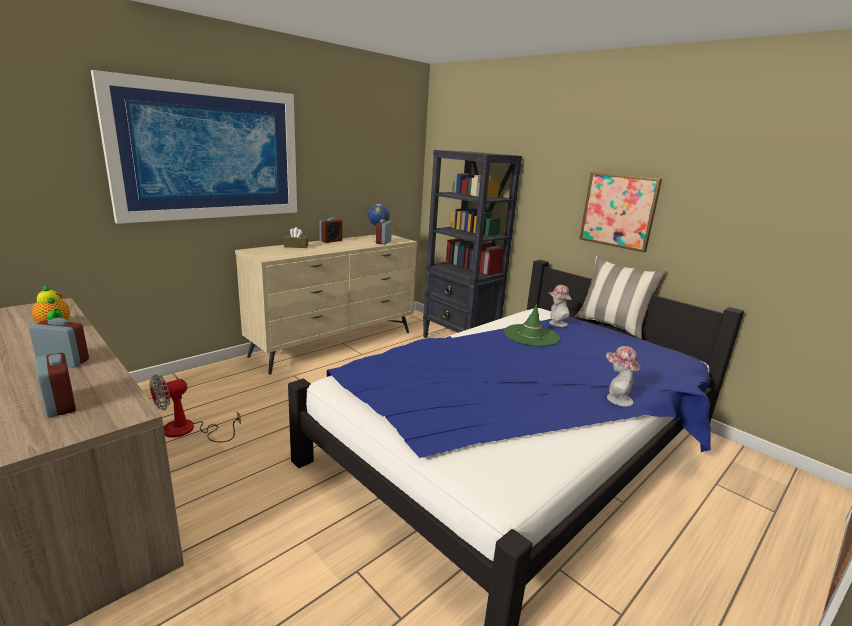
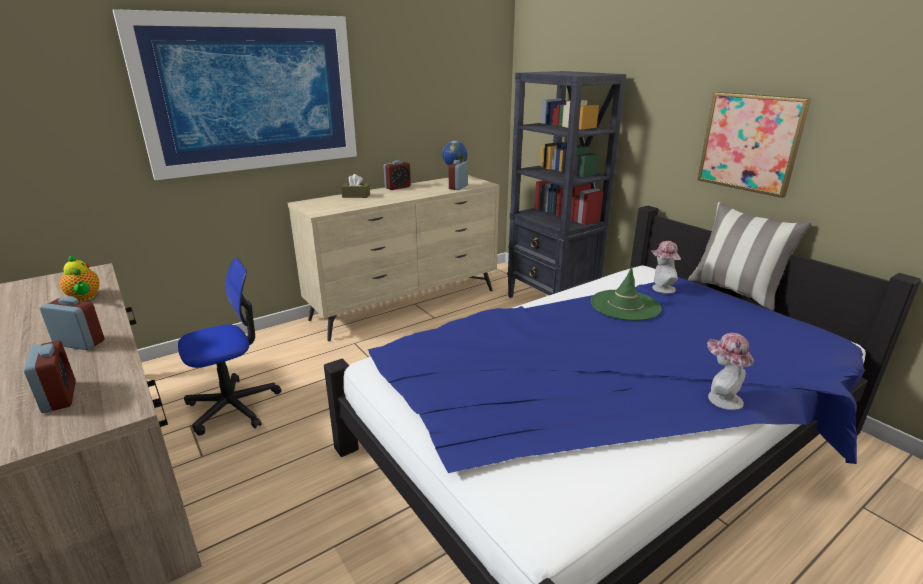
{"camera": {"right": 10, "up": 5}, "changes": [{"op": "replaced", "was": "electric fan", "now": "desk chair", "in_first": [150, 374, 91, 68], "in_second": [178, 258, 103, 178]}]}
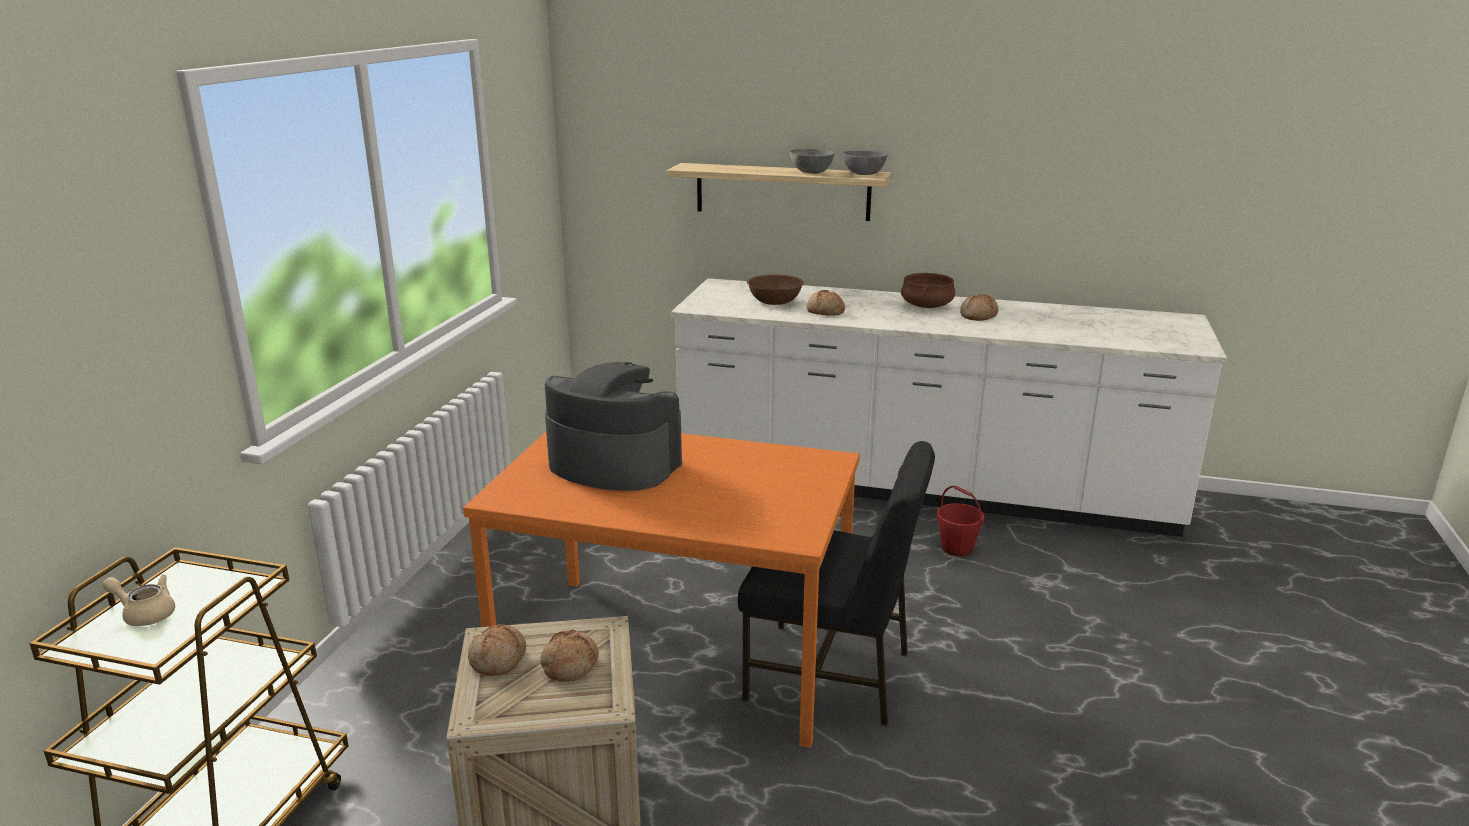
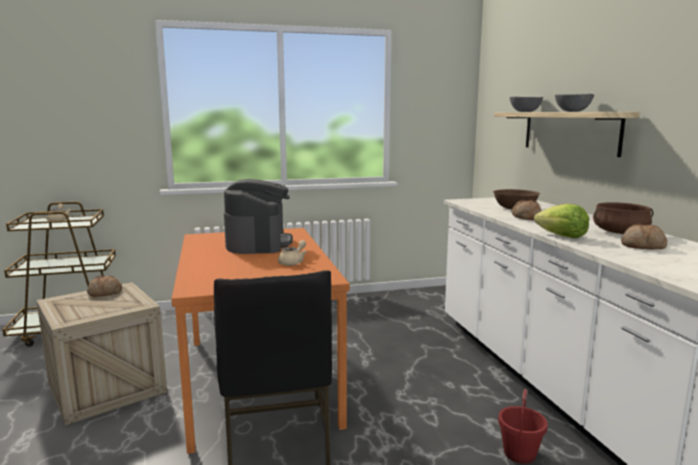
{"camera": {"right": 60, "up": -10}, "changes": [{"op": "removed", "was": "baked bread", "in_first": [541, 630, 58, 52]}, {"op": "added", "now": "beige teapot", "in_second": [278, 240, 29, 26]}, {"op": "added", "now": "lettuce", "in_second": [534, 204, 55, 34]}, {"op": "moved", "was": "grey bowl", "in_first": [843, 151, 44, 24], "in_second": [510, 97, 33, 15]}]}
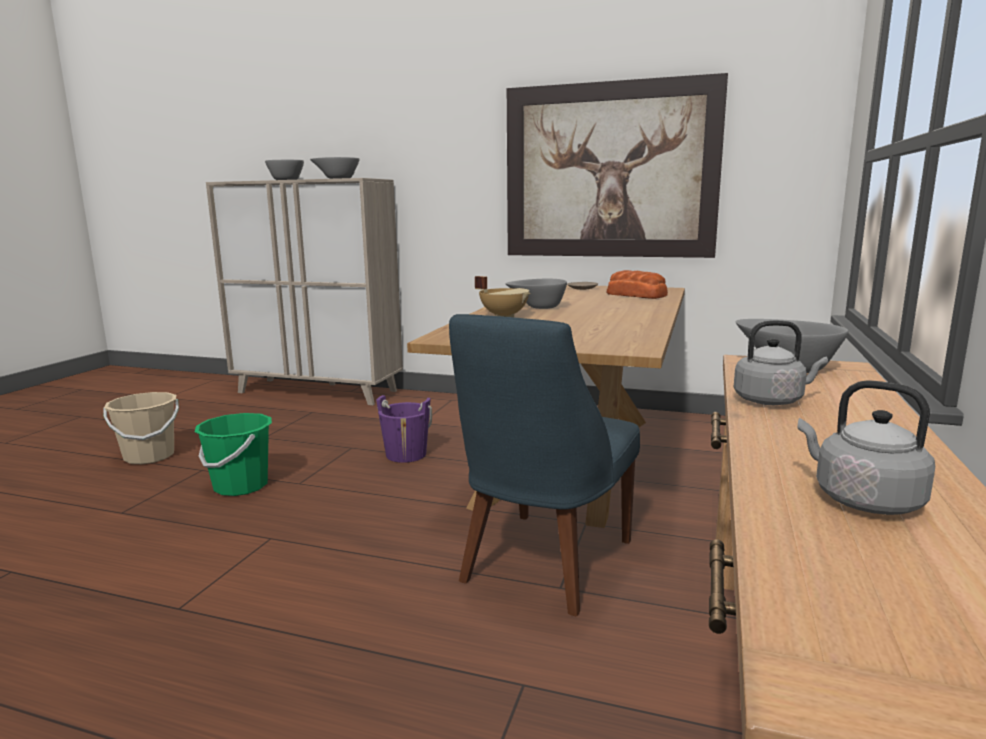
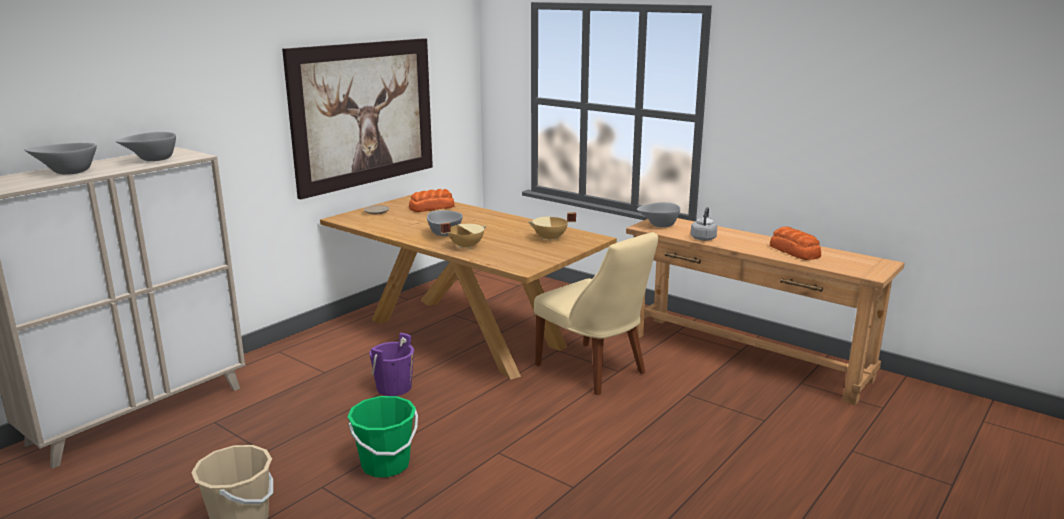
{"camera": {"right": -70, "up": 5}, "changes": [{"op": "added", "now": "beige saucepot", "in_second": [528, 212, 48, 29]}, {"op": "replaced", "was": "grey kettle", "now": "baked bread", "in_first": [798, 380, 137, 135], "in_second": [770, 226, 51, 34]}, {"op": "recoloured", "was": "blue-coloured upright chair", "now": "beige upright chair", "in_first": [449, 314, 191, 302], "in_second": [534, 232, 124, 163]}]}
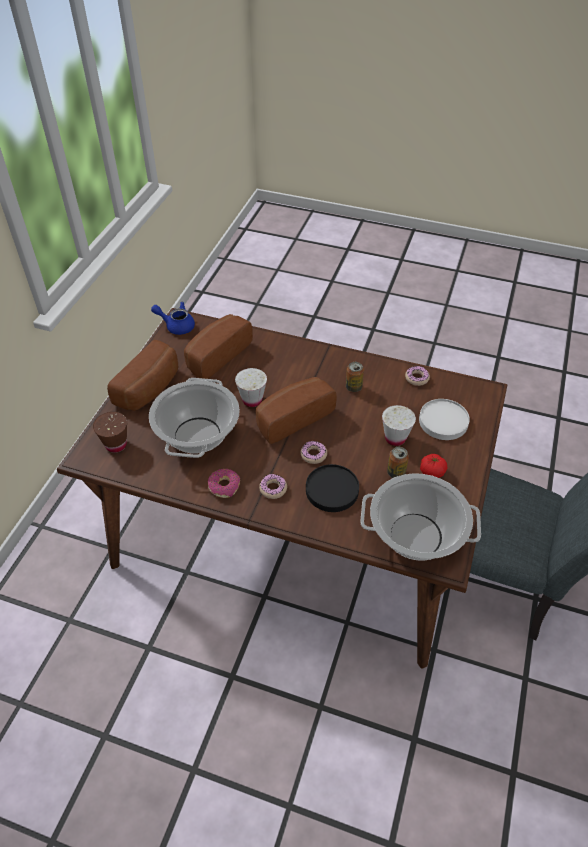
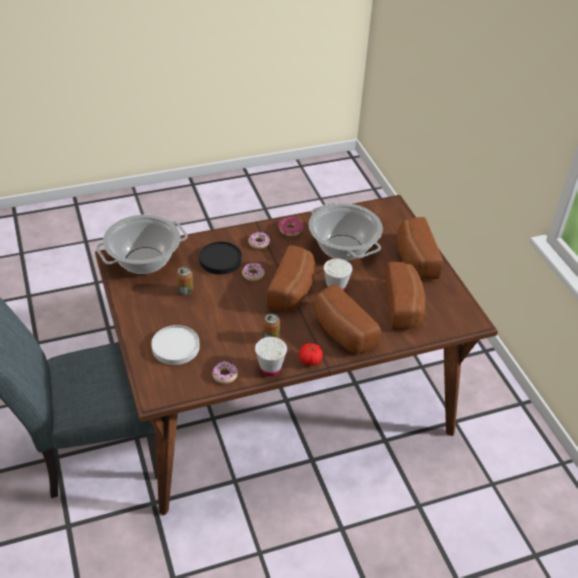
{"camera": {"right": 140, "up": -5}, "changes": [{"op": "removed", "was": "brown-coloured small cup", "in_first": [93, 412, 34, 41]}, {"op": "removed", "was": "blue-coloured teapot", "in_first": [151, 302, 44, 33]}, {"op": "added", "now": "baked bread", "in_second": [314, 284, 67, 70]}, {"op": "moved", "was": "whitish small cup", "in_first": [382, 405, 34, 41], "in_second": [255, 337, 32, 39]}, {"op": "moved", "was": "tomato", "in_first": [420, 454, 27, 24], "in_second": [299, 343, 24, 23]}]}
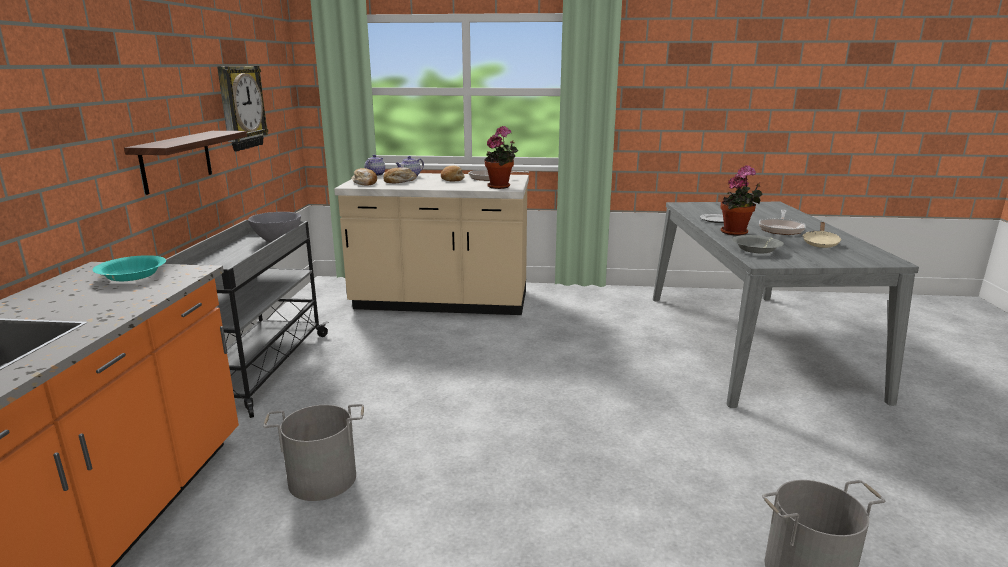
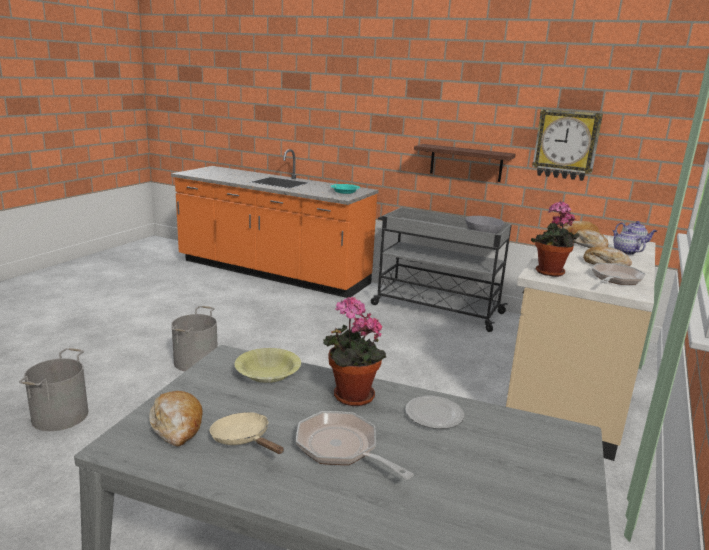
{"camera": {"right": 110, "up": 0}, "changes": [{"op": "added", "now": "baked bread", "in_second": [149, 391, 54, 56]}, {"op": "moved", "was": "grey pail", "in_first": [263, 404, 101, 97], "in_second": [172, 306, 46, 65]}, {"op": "recoloured", "was": "grey bowl", "now": "yellowish bowl", "in_first": [732, 235, 52, 18], "in_second": [235, 348, 66, 35]}]}
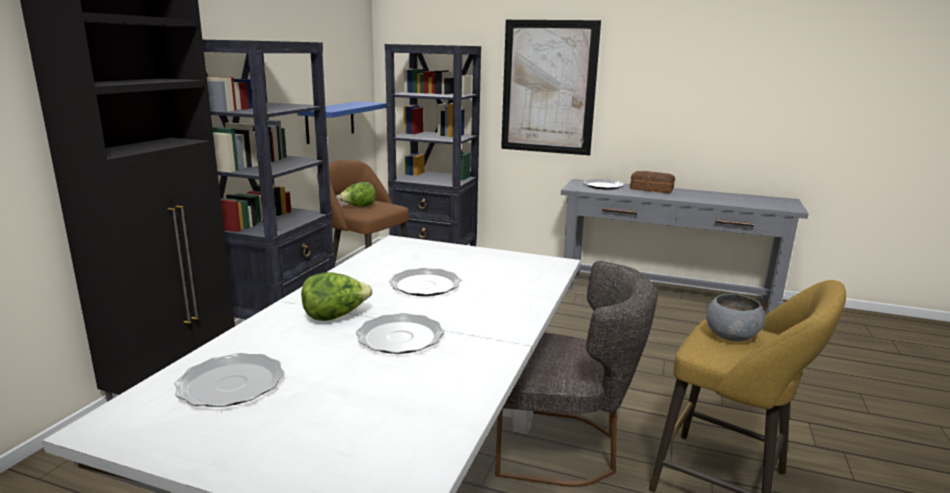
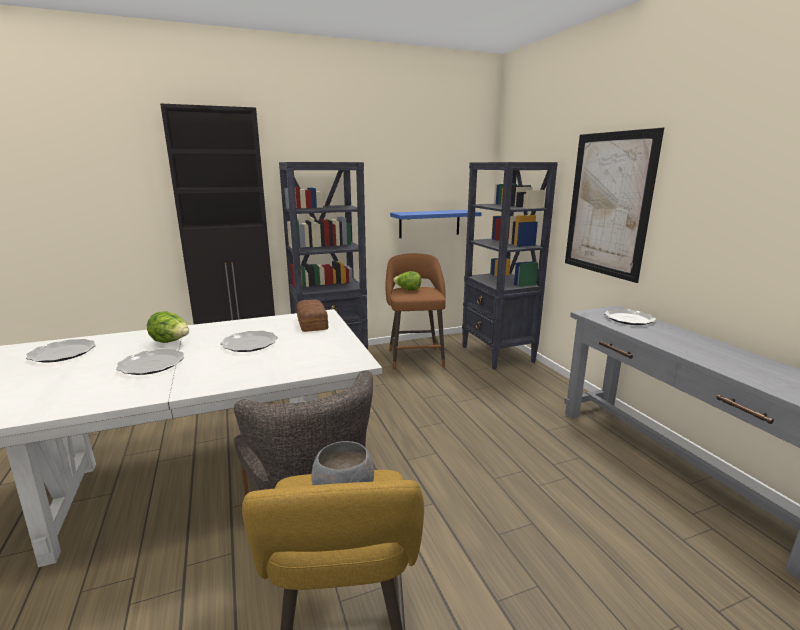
{"camera": {"right": 50, "up": 0}, "changes": [{"op": "moved", "was": "baked bread", "in_first": [630, 171, 45, 22], "in_second": [296, 299, 32, 33]}]}
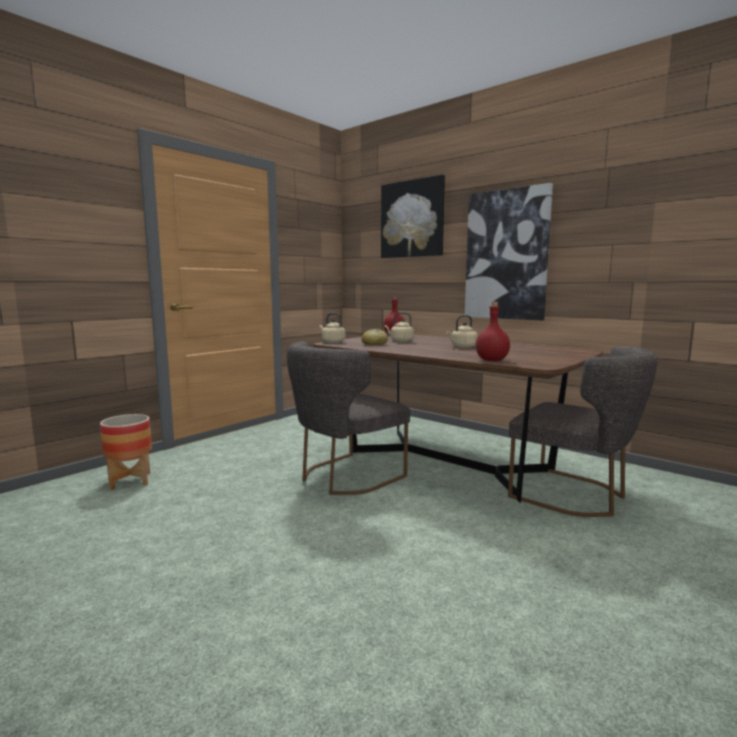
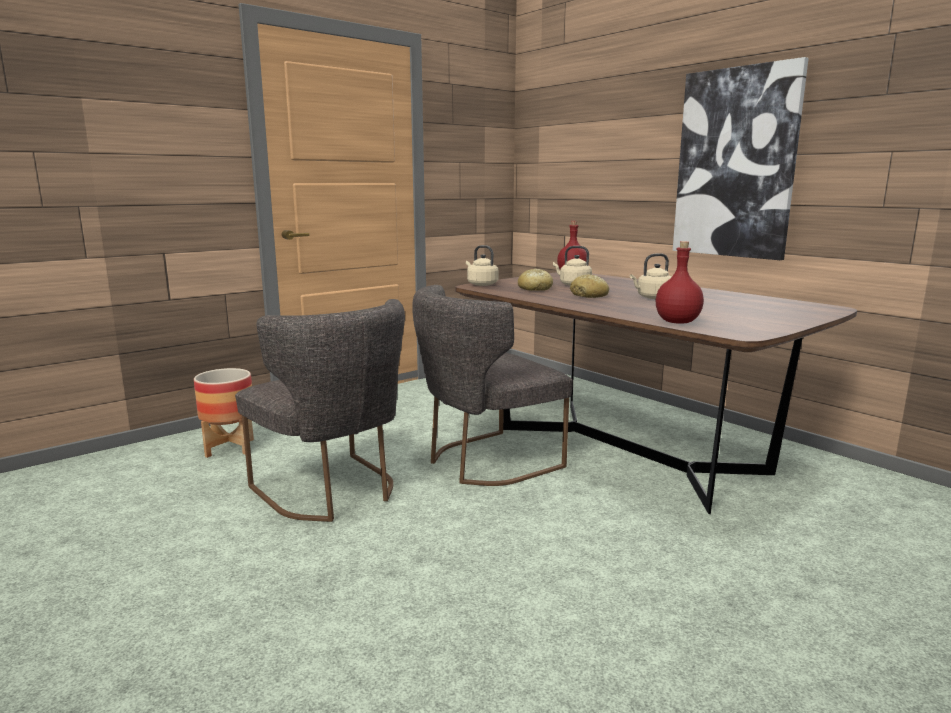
{"camera": {"right": 10, "up": 5}, "changes": [{"op": "removed", "was": "wall art", "in_first": [381, 174, 64, 84]}, {"op": "added", "now": "baked bread", "in_second": [570, 274, 39, 24]}, {"op": "moved", "was": "grey upright chair", "in_first": [508, 346, 150, 171], "in_second": [235, 299, 170, 223]}]}
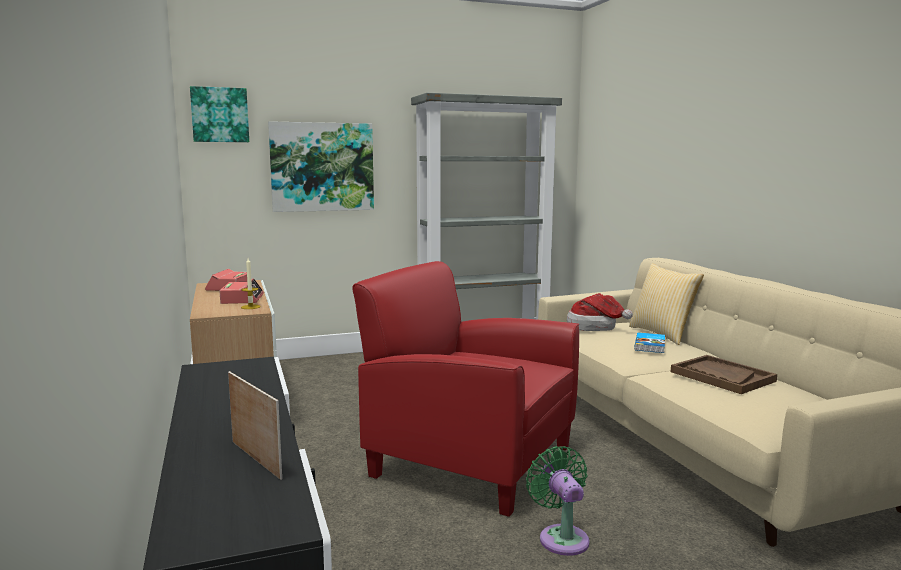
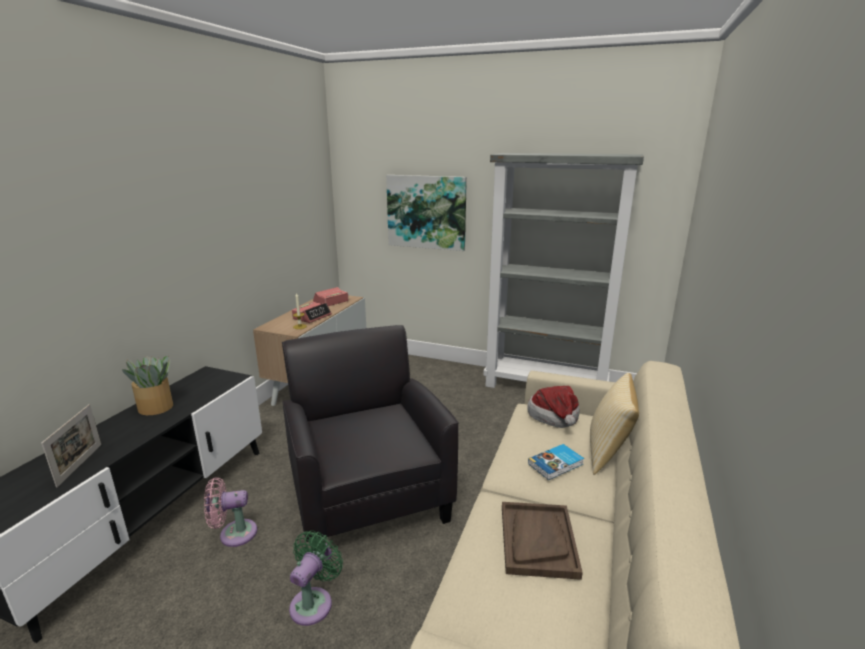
{"camera": {"right": 40, "up": 10}, "changes": [{"op": "removed", "was": "wall art", "in_first": [190, 86, 59, 56]}, {"op": "added", "now": "potted plant", "in_second": [122, 356, 51, 59]}, {"op": "added", "now": "pink electric fan", "in_second": [204, 477, 53, 70]}, {"op": "recoloured", "was": "reddish armchair", "now": "black armchair", "in_first": [352, 261, 227, 256], "in_second": [282, 325, 177, 226]}]}
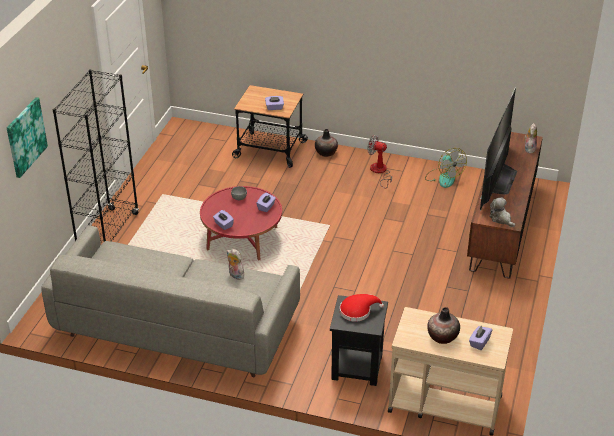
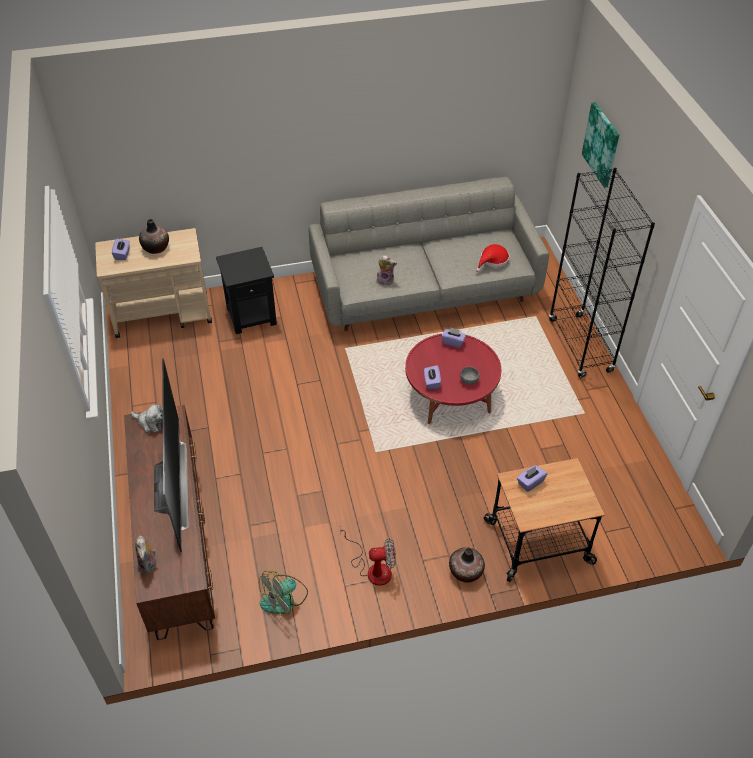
{"camera": {"right": 150, "up": 10}, "changes": [{"op": "moved", "was": "reddish clothing hat", "in_first": [340, 294, 44, 28], "in_second": [476, 244, 33, 28]}, {"op": "turned", "was": "electric fan", "in_first": [425, 148, 42, 40], "in_second": [259, 571, 49, 45], "clockwise": -75}]}
